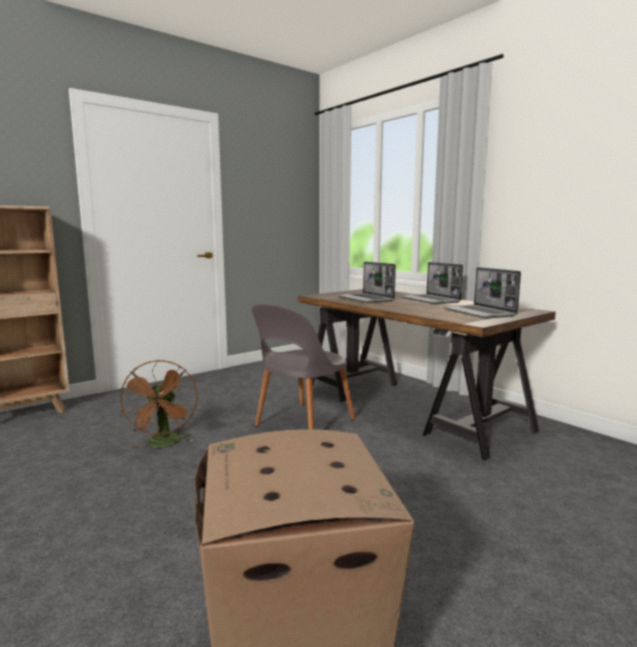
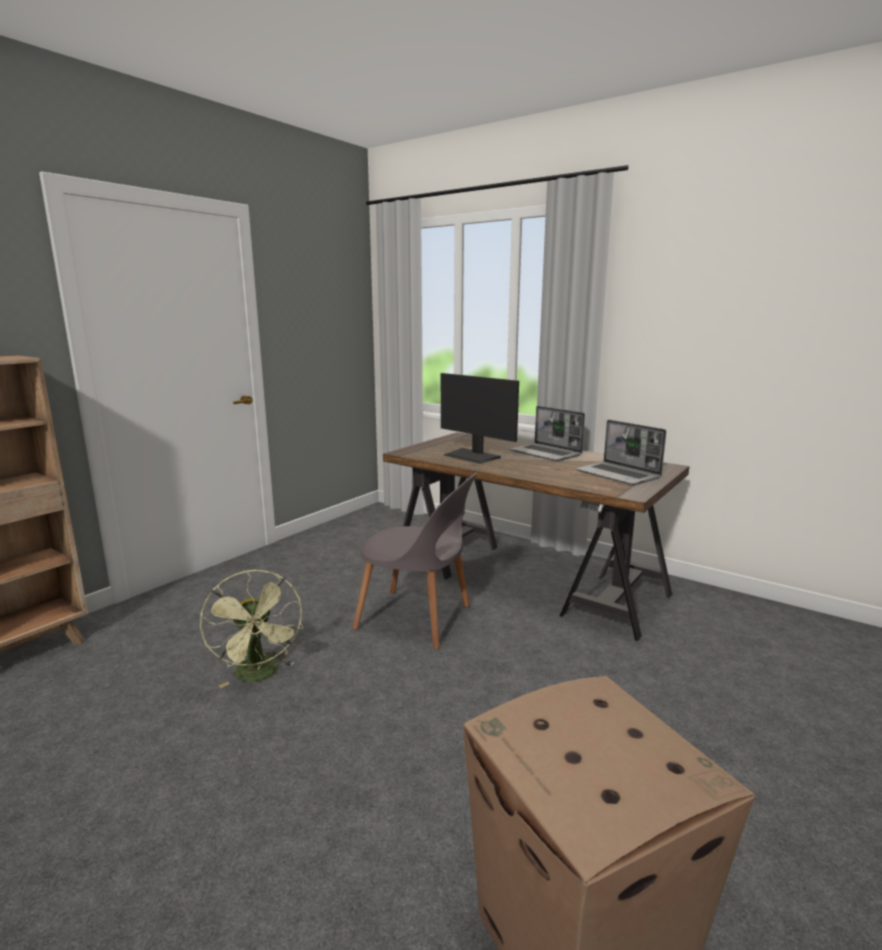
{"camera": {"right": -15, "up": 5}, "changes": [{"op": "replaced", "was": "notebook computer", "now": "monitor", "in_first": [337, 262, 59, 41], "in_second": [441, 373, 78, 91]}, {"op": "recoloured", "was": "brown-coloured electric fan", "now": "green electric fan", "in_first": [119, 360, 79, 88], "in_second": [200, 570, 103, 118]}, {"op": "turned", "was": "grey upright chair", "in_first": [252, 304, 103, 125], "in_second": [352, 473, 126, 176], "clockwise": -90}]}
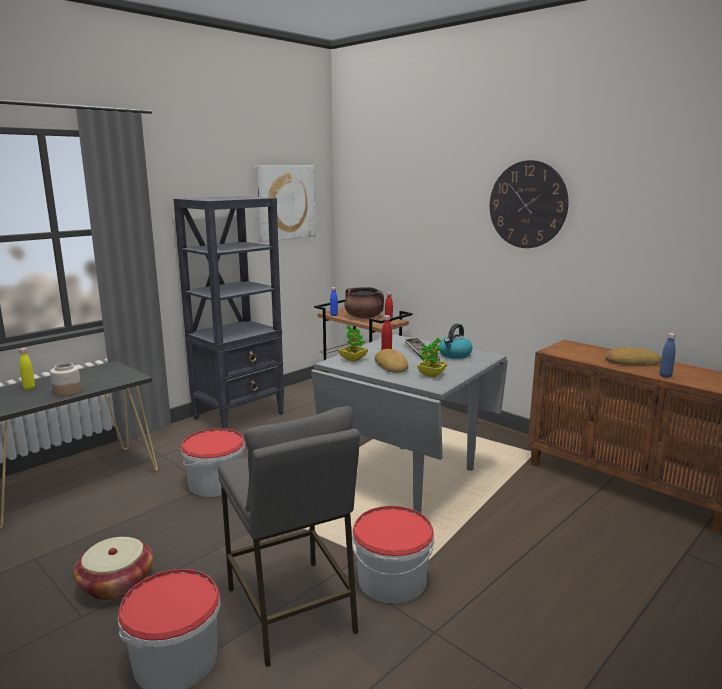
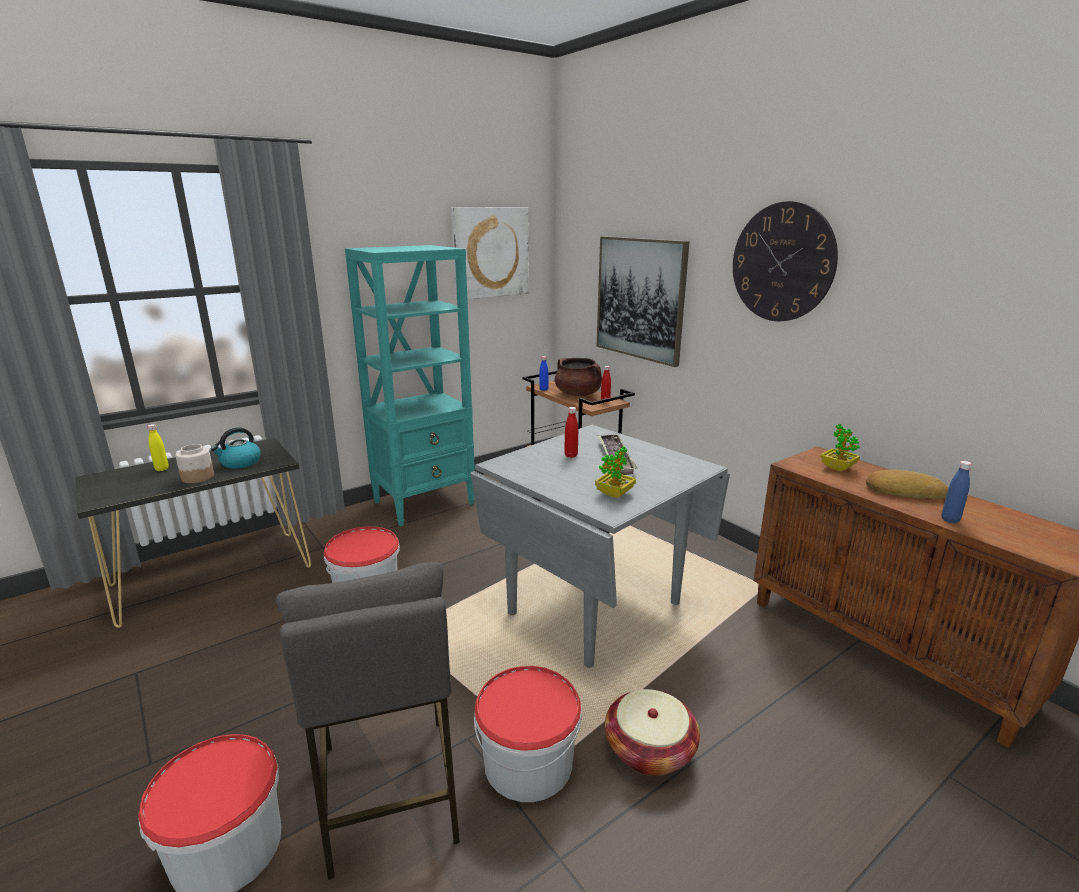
{"camera": {"right": 10, "up": 5}, "changes": [{"op": "removed", "was": "baked bread", "in_first": [375, 349, 33, 24]}, {"op": "added", "now": "wall art", "in_second": [597, 236, 92, 131]}, {"op": "moved", "was": "household basket", "in_first": [73, 537, 80, 64], "in_second": [605, 689, 95, 87]}, {"op": "moved", "was": "potted plant", "in_first": [339, 325, 29, 37], "in_second": [820, 424, 40, 48]}, {"op": "moved", "was": "kettle", "in_first": [439, 324, 33, 35], "in_second": [210, 427, 51, 42]}, {"op": "recoloured", "was": "black bookshelf", "now": "blue-green bookshelf", "in_first": [173, 196, 111, 233], "in_second": [345, 245, 130, 281]}]}
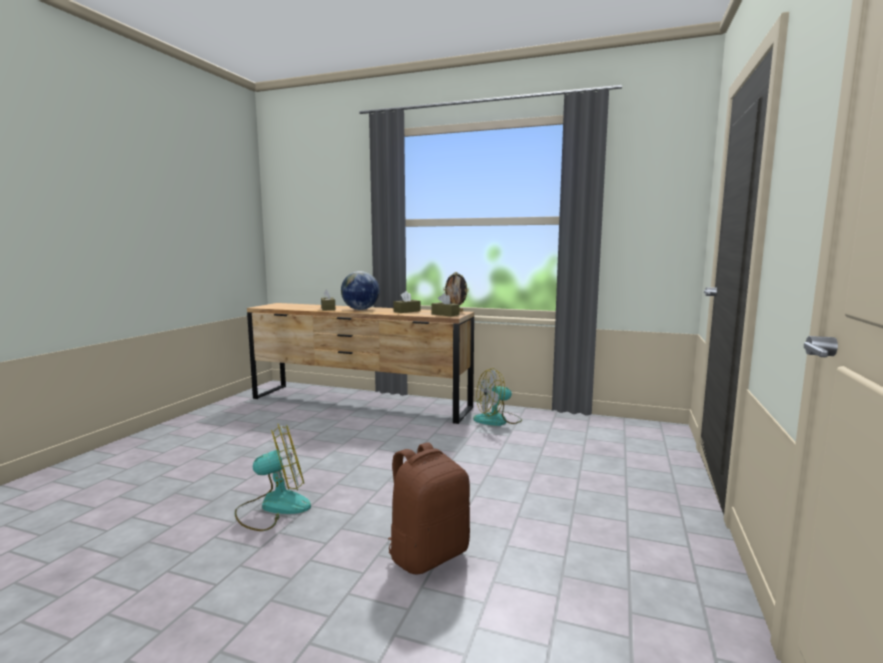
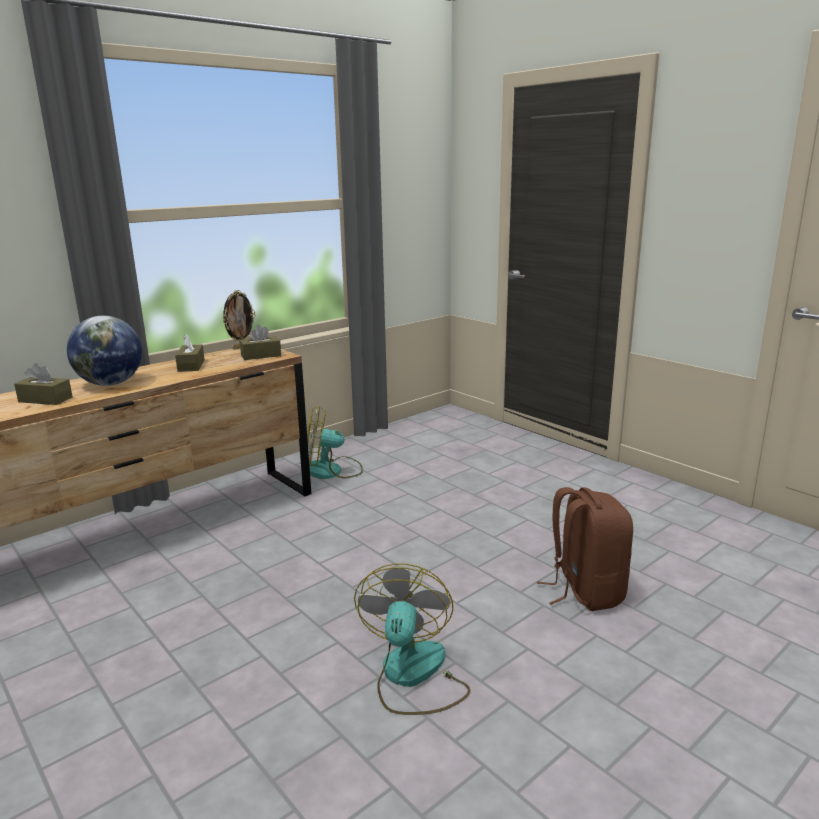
{"camera": {"right": -60, "up": 10}, "changes": [{"op": "turned", "was": "electric fan", "in_first": [473, 368, 49, 58], "in_second": [307, 406, 56, 73], "clockwise": 75}]}
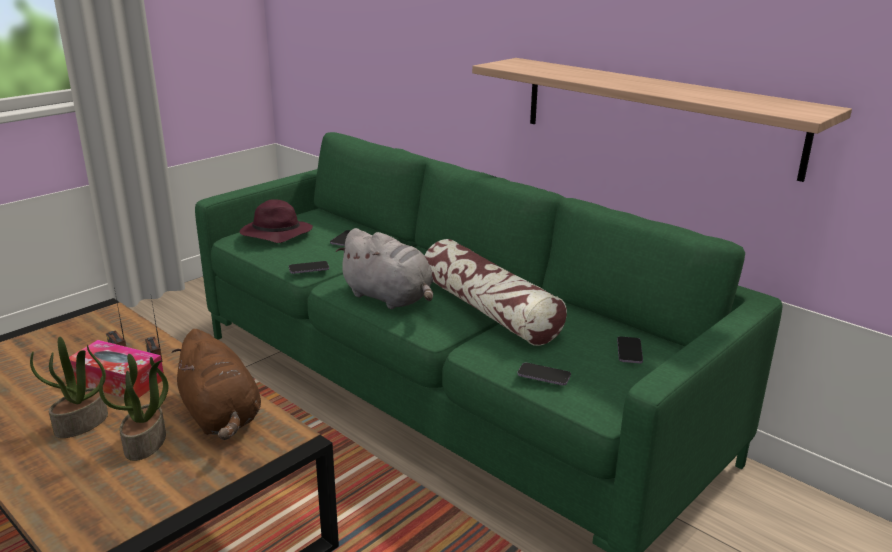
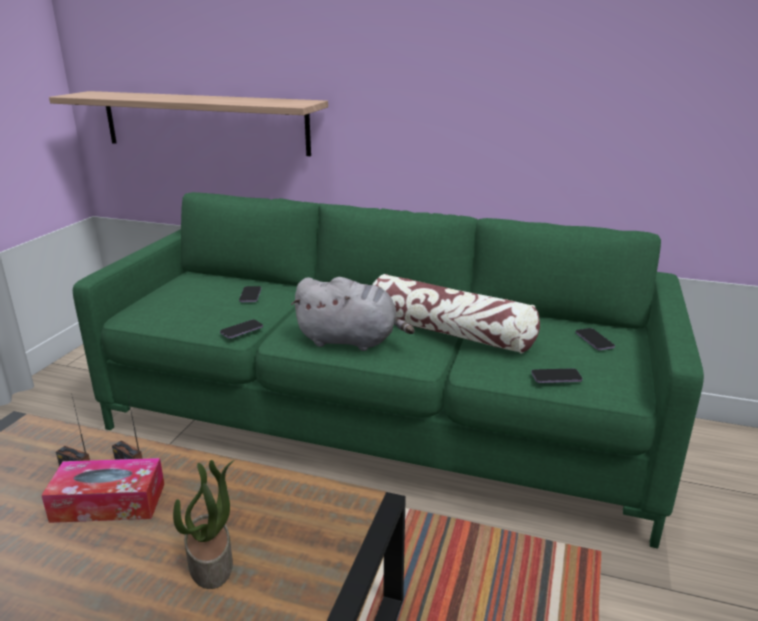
{"camera": {"right": -25, "up": 0}, "changes": [{"op": "removed", "was": "potted plant", "in_first": [30, 337, 78, 101]}, {"op": "removed", "was": "brown-coloured cuddly toy", "in_first": [171, 329, 90, 111]}, {"op": "removed", "was": "purple clothing hat", "in_first": [240, 199, 73, 44]}, {"op": "moved", "was": "bracket shelf", "in_first": [472, 58, 380, 124], "in_second": [49, 91, 279, 65]}]}
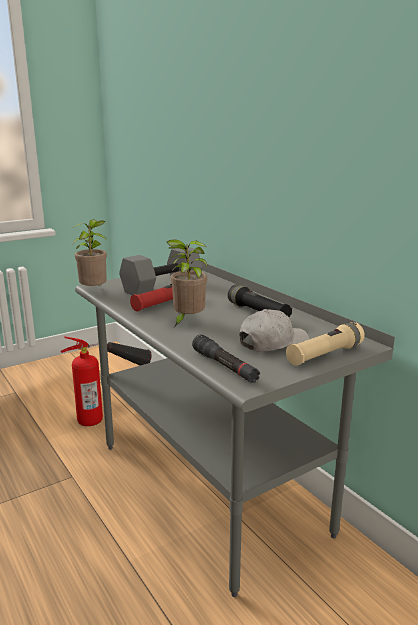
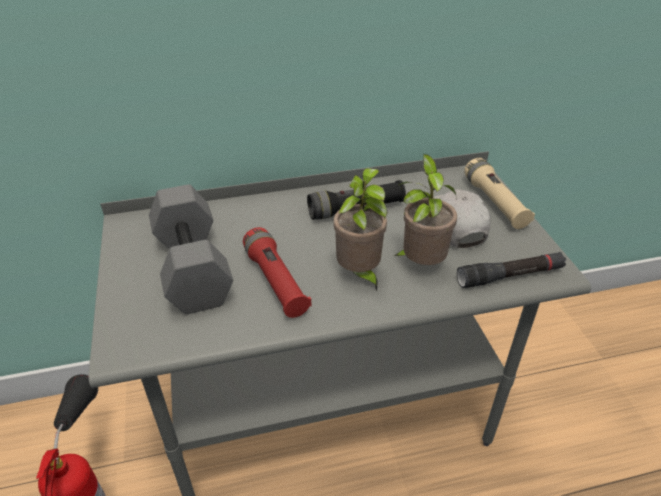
{"camera": {"right": -70, "up": 20}, "changes": [{"op": "moved", "was": "potted plant", "in_first": [72, 220, 35, 66], "in_second": [394, 154, 63, 111]}]}
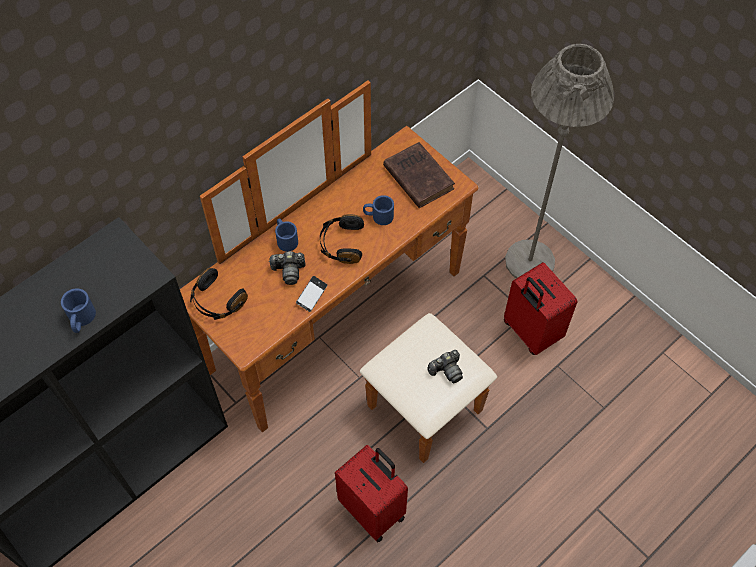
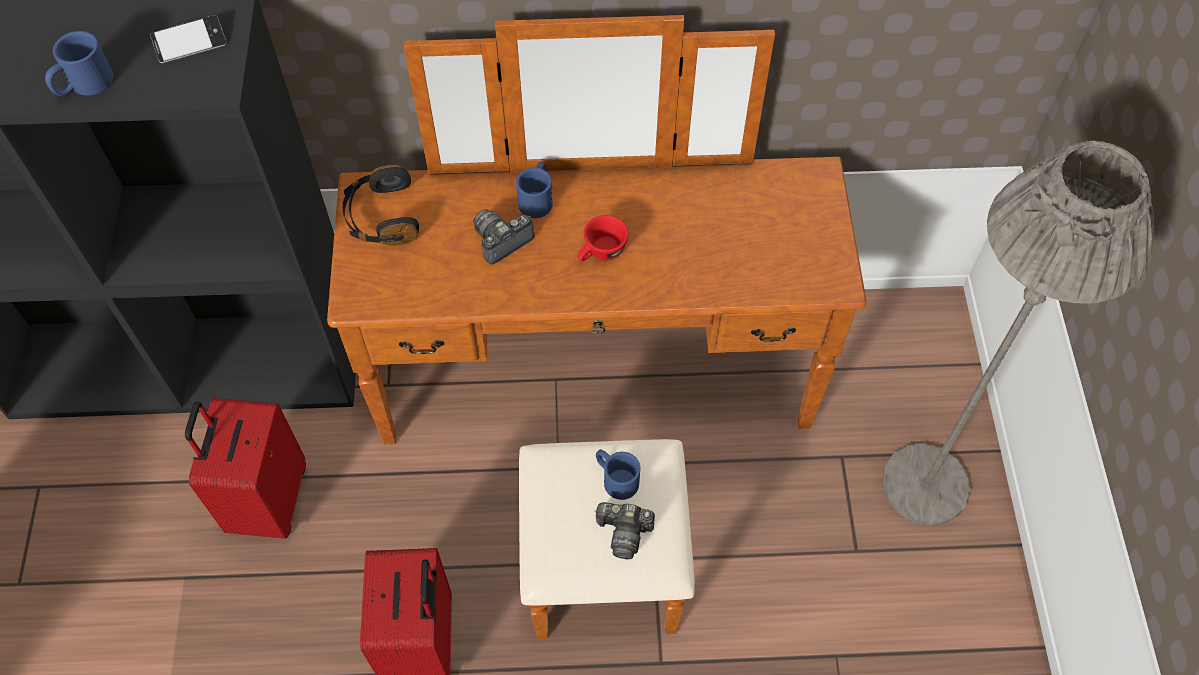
{"camera": {"right": 40, "up": 0}, "changes": [{"op": "removed", "was": "brown-coloured volume", "in_first": [383, 142, 72, 66]}, {"op": "moved", "was": "handset", "in_first": [296, 276, 31, 36], "in_second": [150, 15, 77, 48]}, {"op": "moved", "was": "blue-coloured coffee mug", "in_first": [363, 195, 31, 30], "in_second": [596, 449, 44, 51]}, {"op": "moved", "was": "reddish travel case", "in_first": [504, 262, 73, 93], "in_second": [185, 398, 121, 141]}, {"op": "replaced", "was": "black headphones", "now": "reddish small cup", "in_first": [320, 214, 44, 50], "in_second": [577, 215, 52, 46]}, {"op": "turned", "was": "still camera", "in_first": [268, 251, 38, 34], "in_second": [474, 209, 60, 56], "clockwise": 105}]}
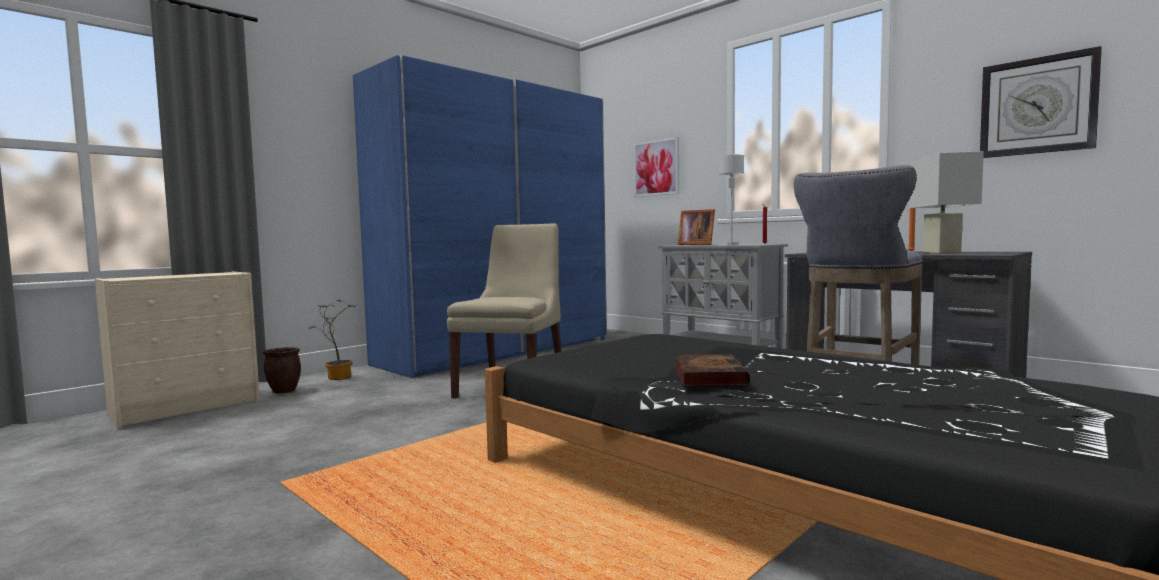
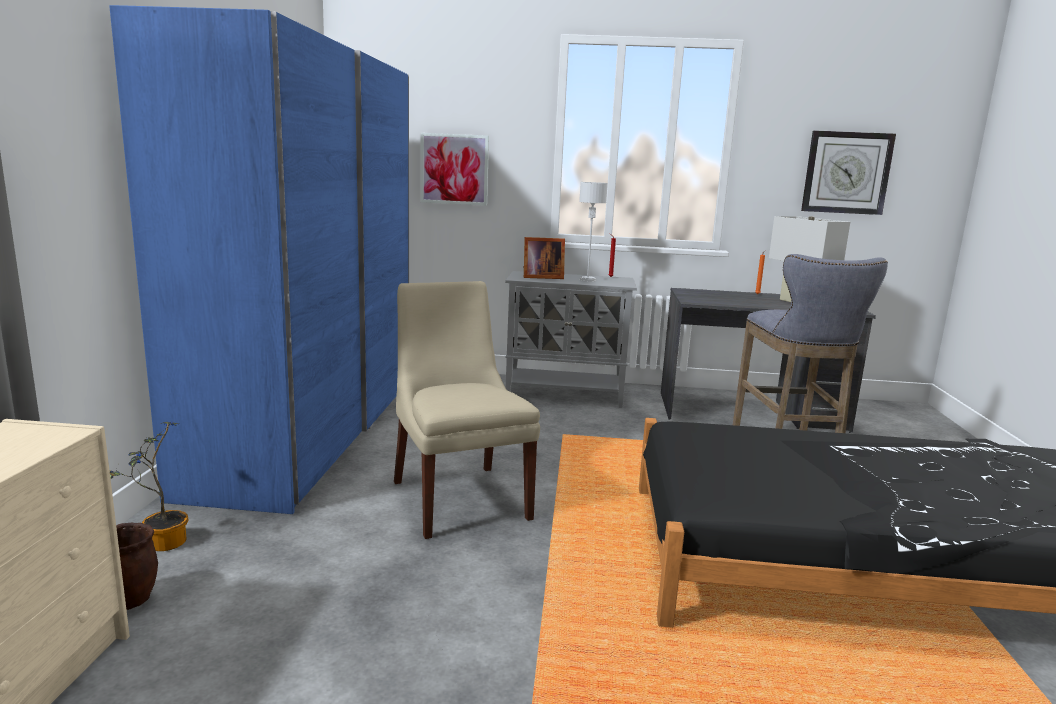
{"camera": {"right": -40, "up": 10}, "changes": [{"op": "removed", "was": "volume", "in_first": [675, 354, 75, 33]}]}
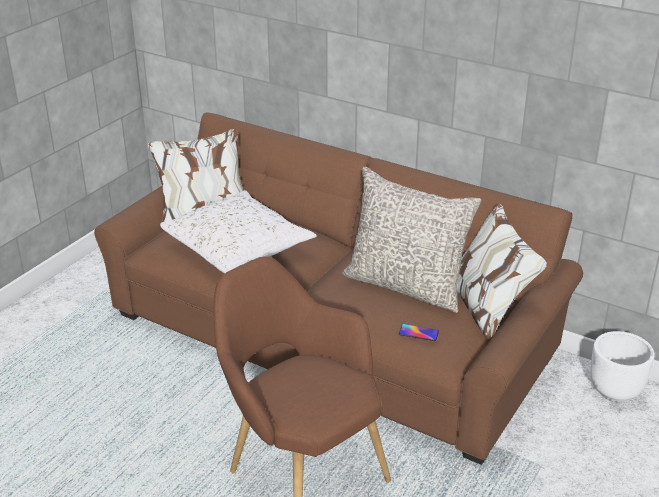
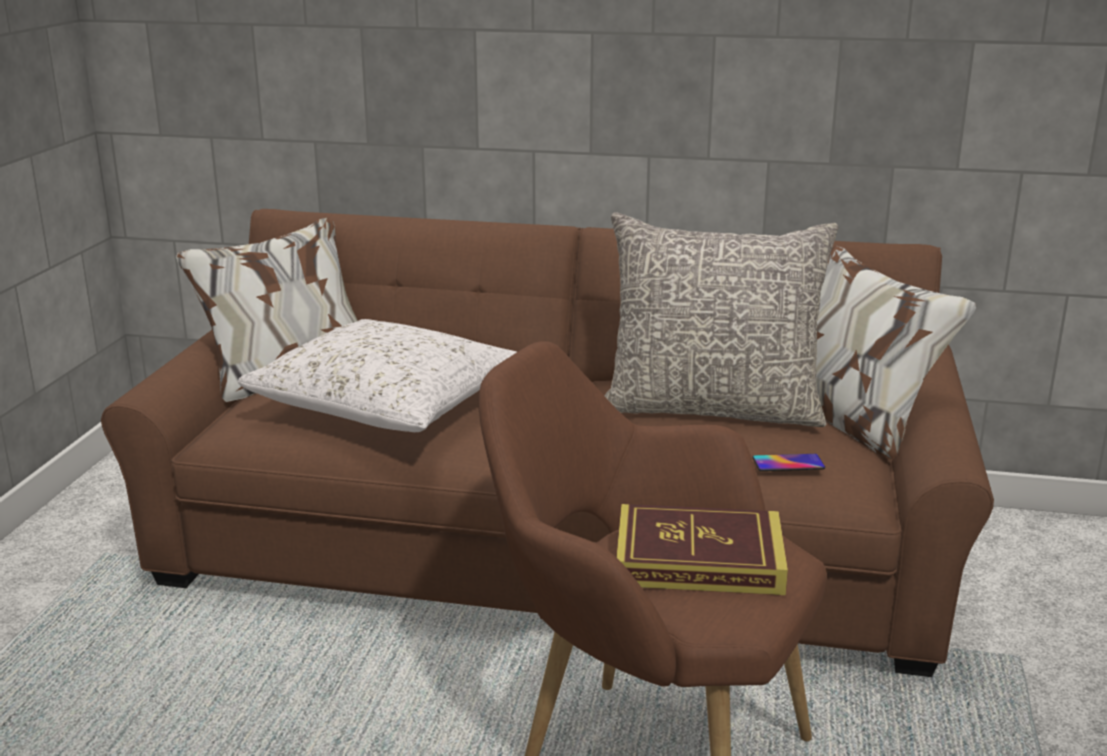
{"camera": {"right": -20, "up": -10}, "changes": [{"op": "removed", "was": "whitish planter", "in_first": [590, 331, 65, 71]}, {"op": "added", "now": "volume", "in_second": [616, 504, 172, 91]}]}
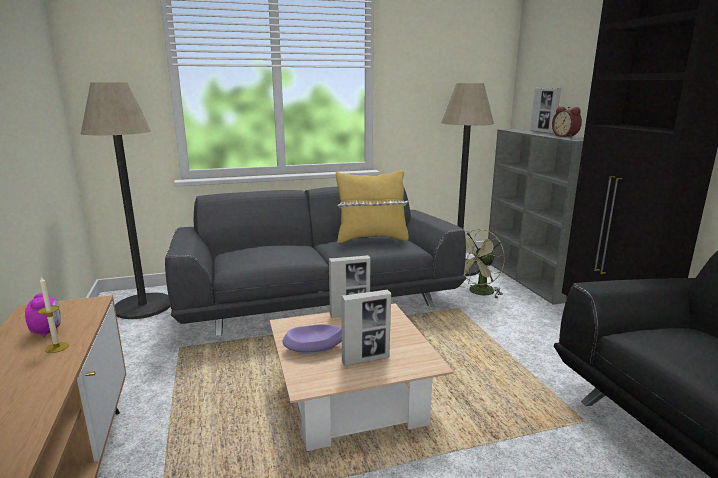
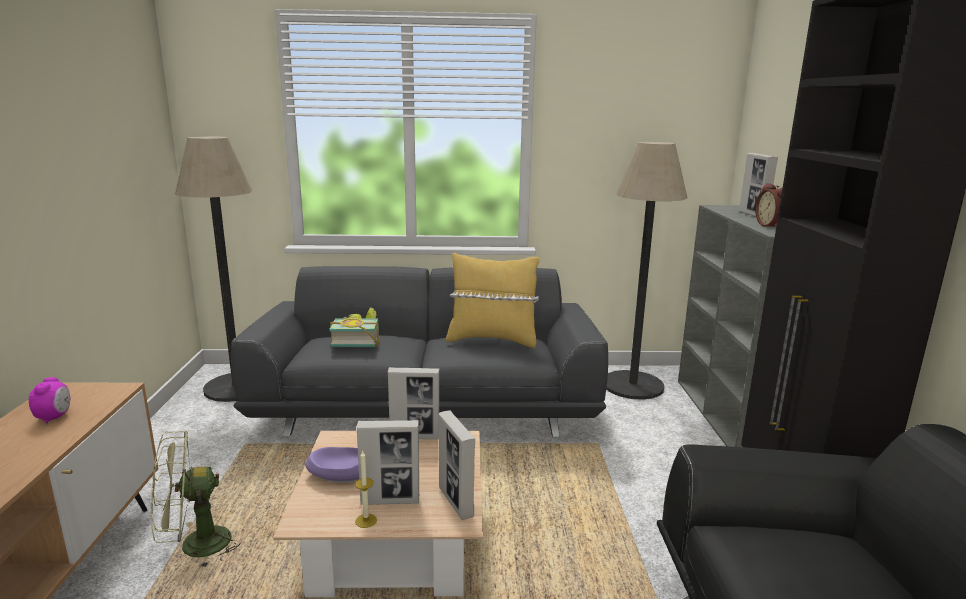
{"camera": {"right": 15, "up": 0}, "changes": [{"op": "added", "now": "volume", "in_second": [329, 307, 50, 40]}, {"op": "added", "now": "standing frame", "in_second": [439, 410, 36, 110]}, {"op": "moved", "was": "candle", "in_first": [38, 276, 31, 77], "in_second": [355, 450, 22, 78]}, {"op": "moved", "was": "green electric fan", "in_first": [459, 229, 46, 69], "in_second": [151, 430, 89, 139]}]}
